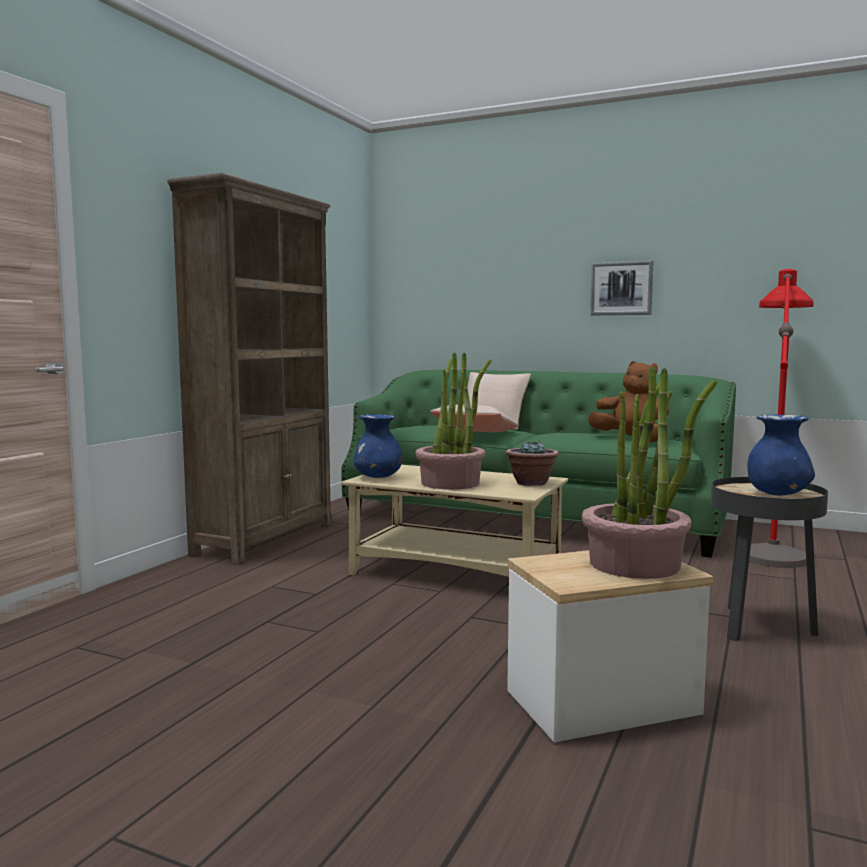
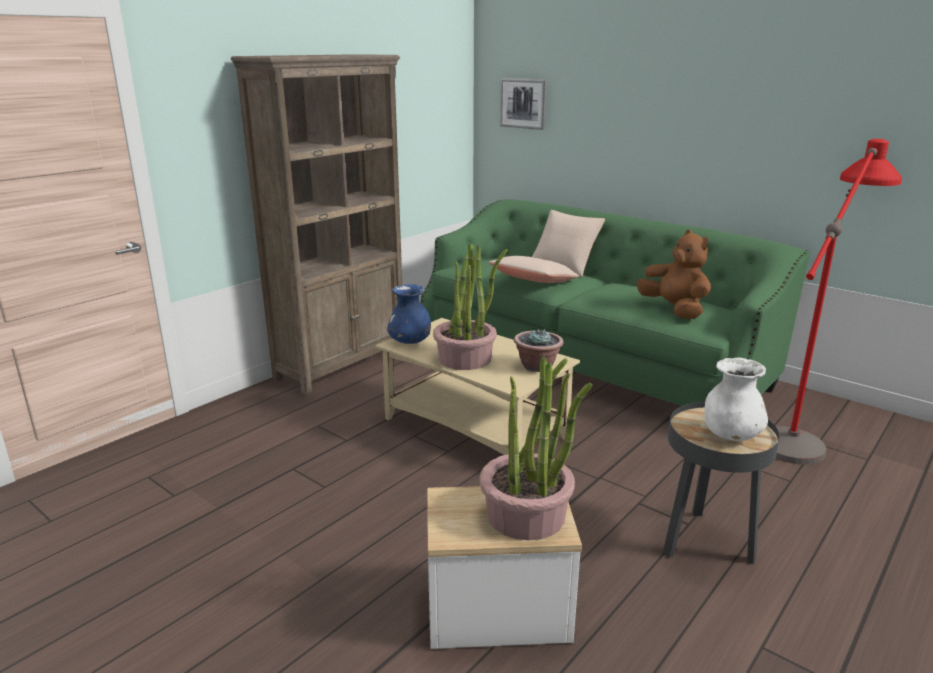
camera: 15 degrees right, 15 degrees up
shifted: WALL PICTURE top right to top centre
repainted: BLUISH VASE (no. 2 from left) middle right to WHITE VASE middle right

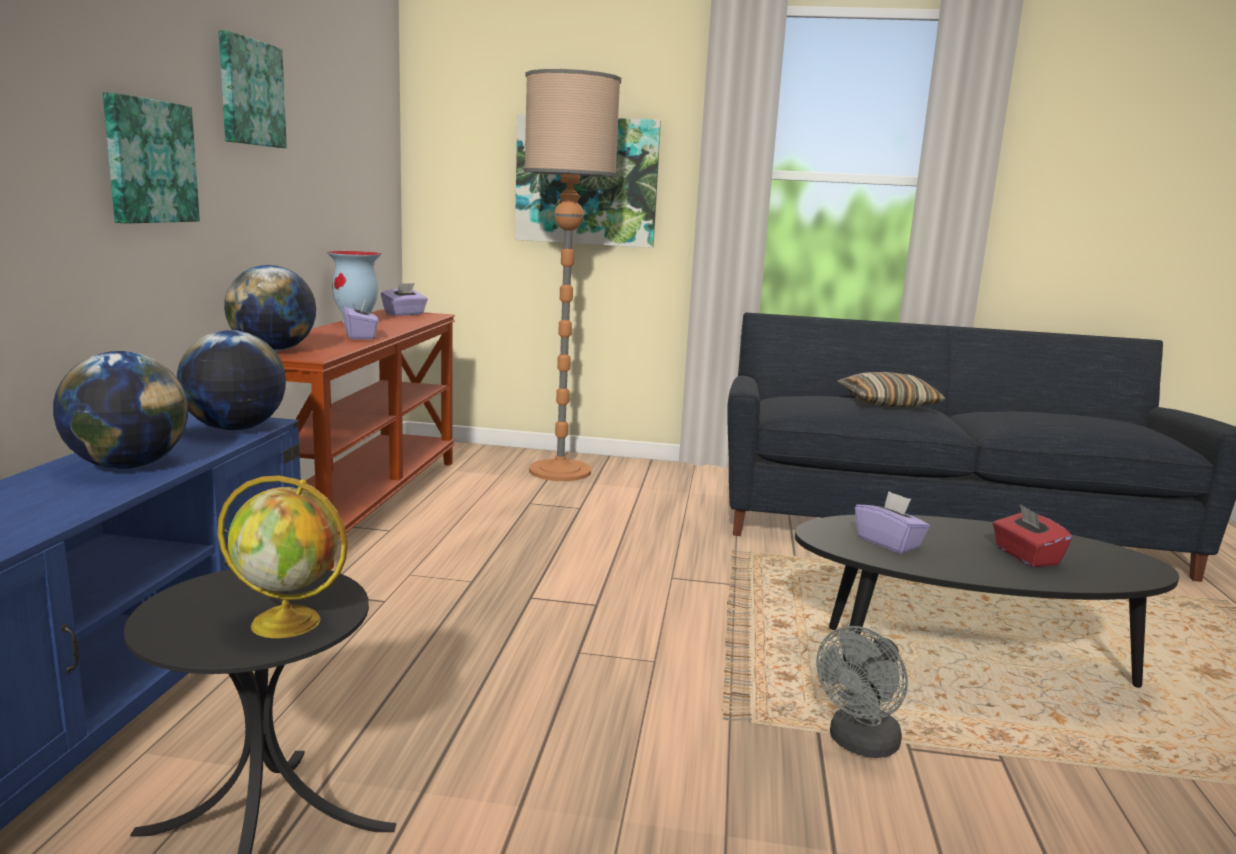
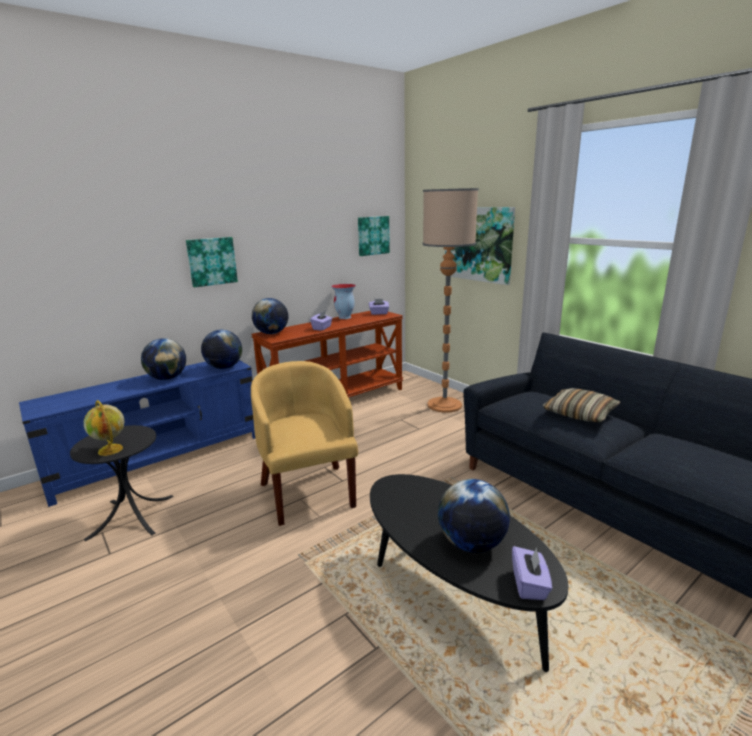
camera: 45 degrees right, 5 degrees up
gone: GRAY FAN bottom right
new: YELLOWISH EASY CHAIR centre
shifted: WALL PICTURE (no. 2 from left) top left to top centre; PURPLE TISSUE HOLDER (no. 3 from left) middle right to bottom right
swapped: RED TISSUE HOLDER middle right to GLOBE (no. 5 from left) bottom centre

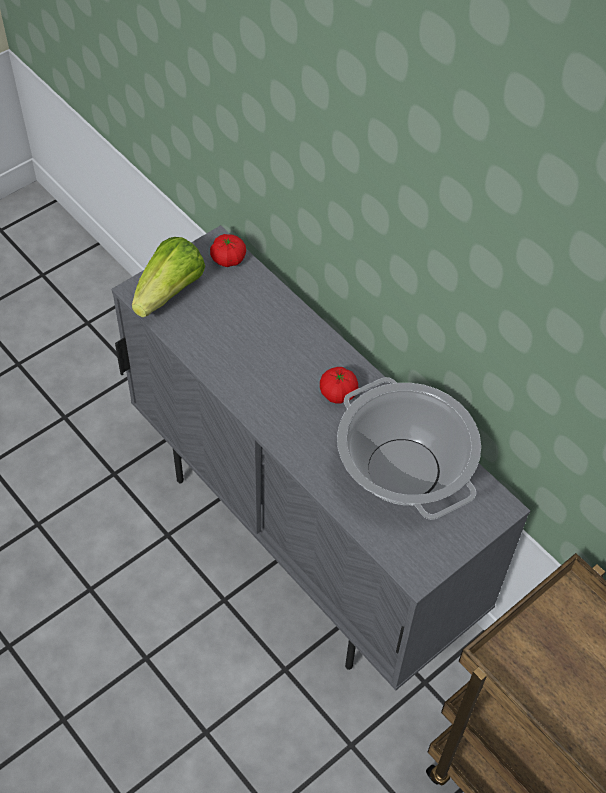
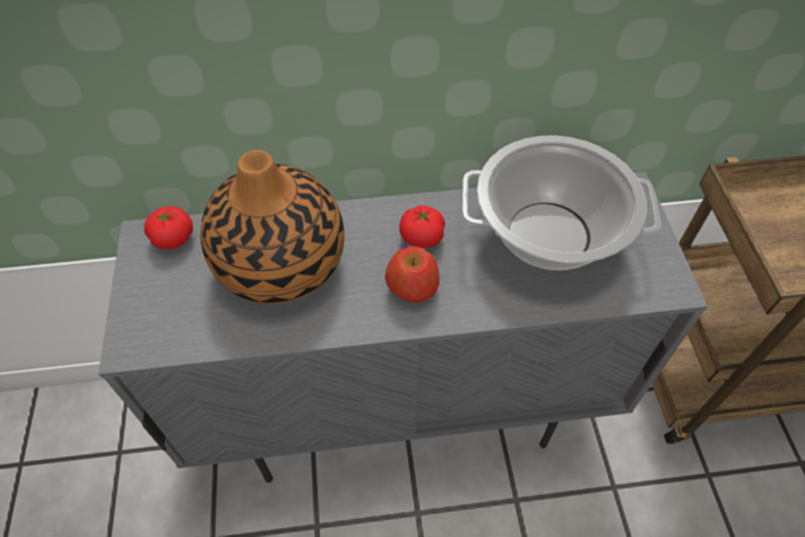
camera: 55 degrees left, 0 degrees up
gone: HEAD OF LETTUCE middle left
new: VASE centre; APPLE centre

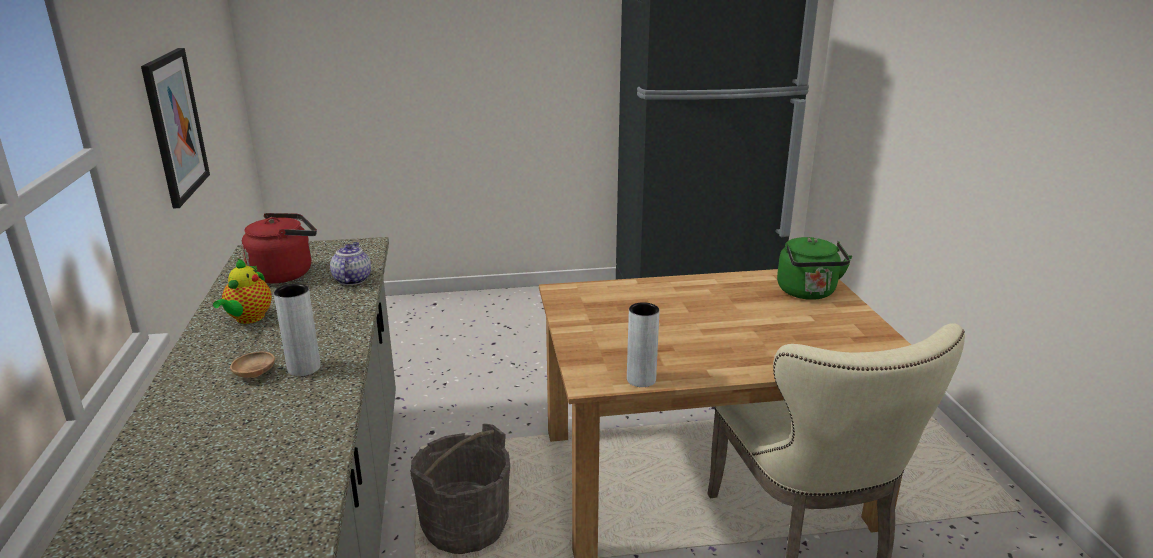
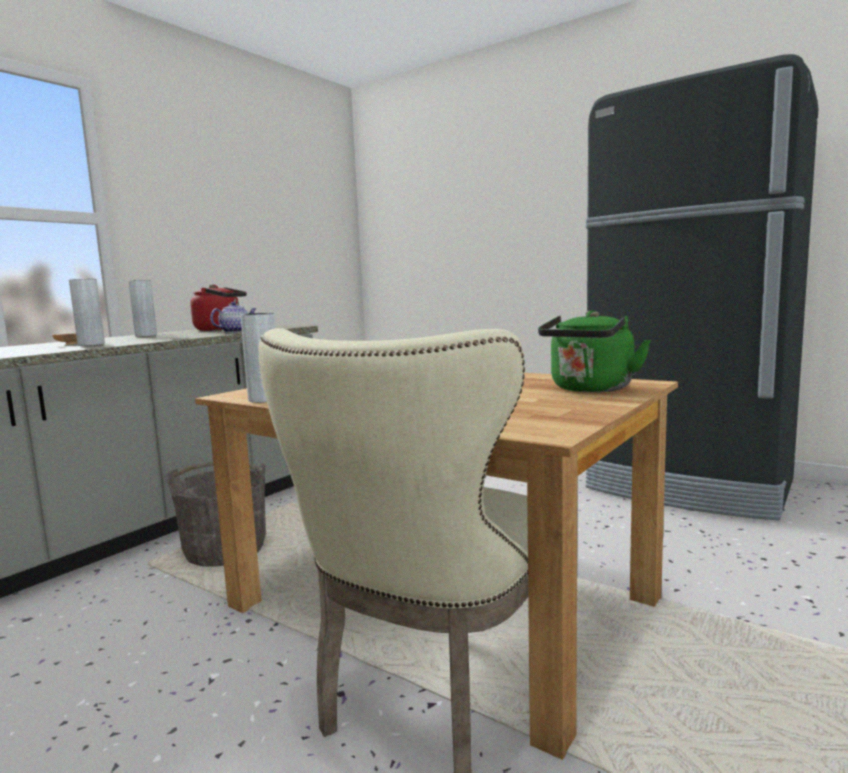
camera: 45 degrees right, 15 degrees down
gone: WALL PICTURE top left
swapped: POT FOR TEA (no. 1 from left) middle left to GRAY VASE (no. 2 from left) middle left

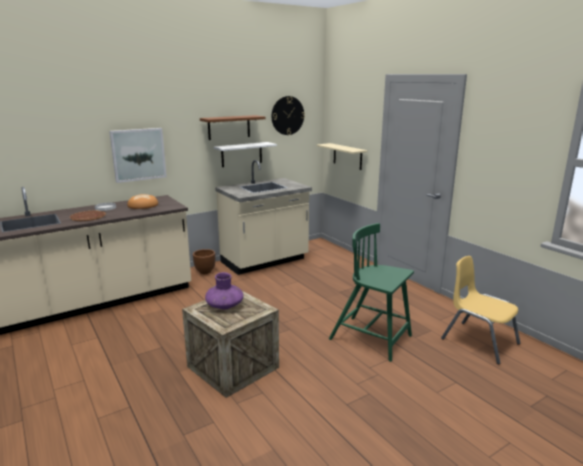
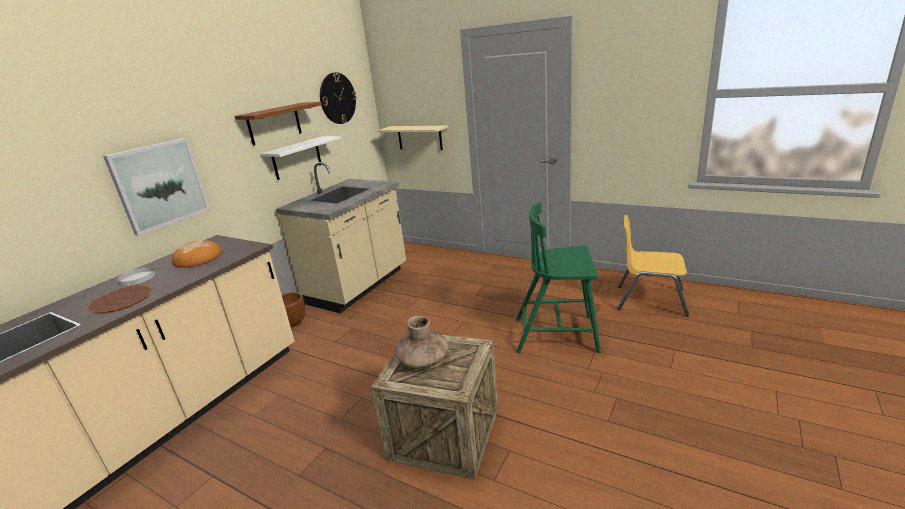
camera: 25 degrees left, 5 degrees up
repainted: PURPLE VASE centre to BROWN VASE bottom centre

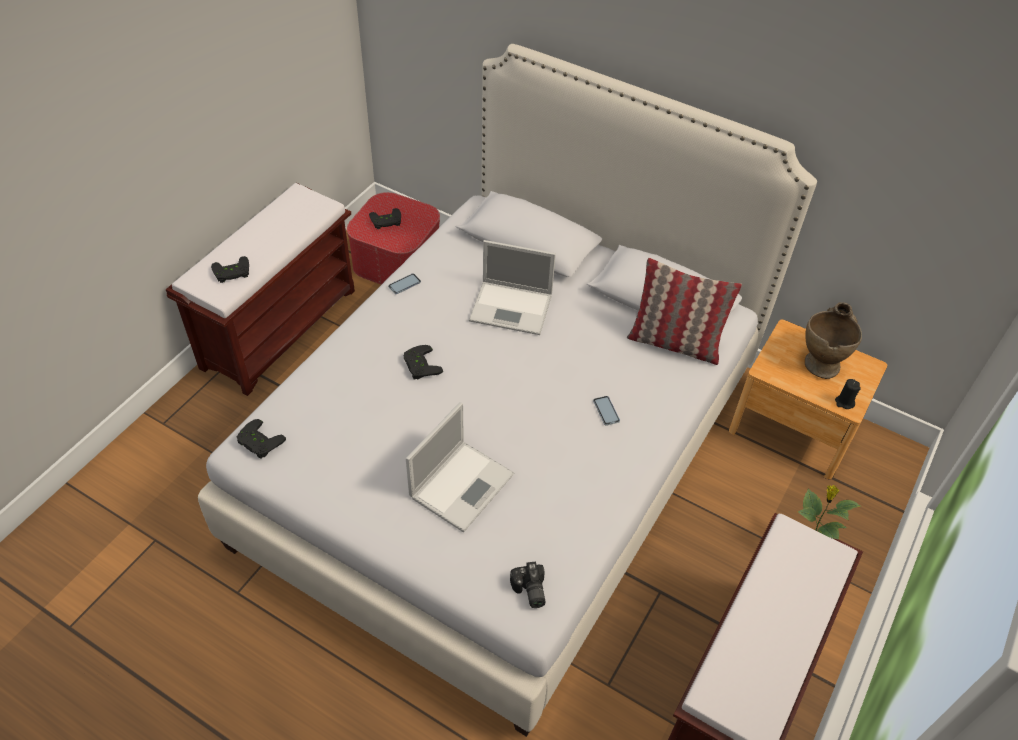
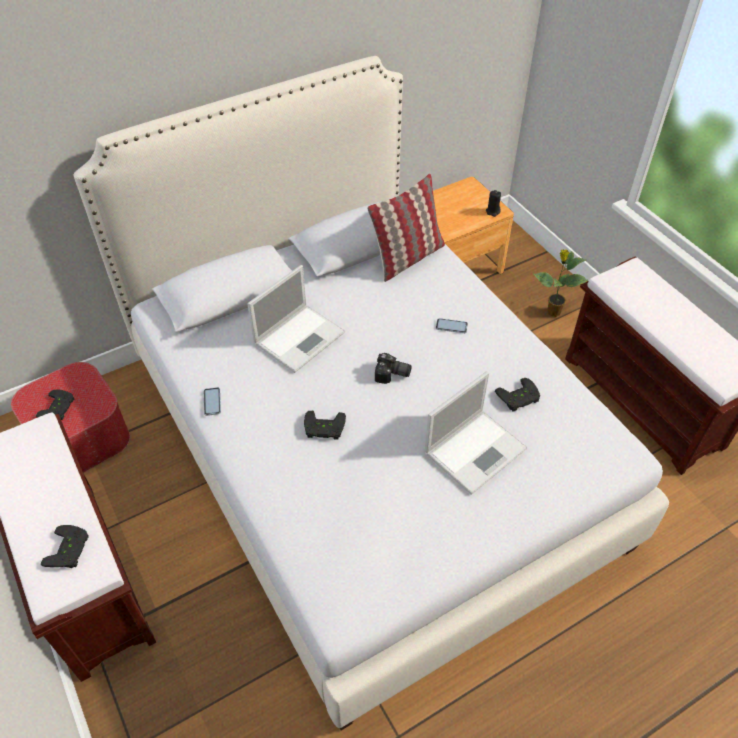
camera: 60 degrees left, 0 degrees up
gone: BEIGE-COLOURED VASE middle right
shifted: PHOTO CAMERA bottom centre to centre; BLACK GAMEPAD (no. 2 from left in the first image) middle left to BLACK GAMEPAD (no. 4 from left) middle right
rotated: PORTABLE COMPUTER (no. 1 from left in the first image) centre = centre 75 degrees clockwise

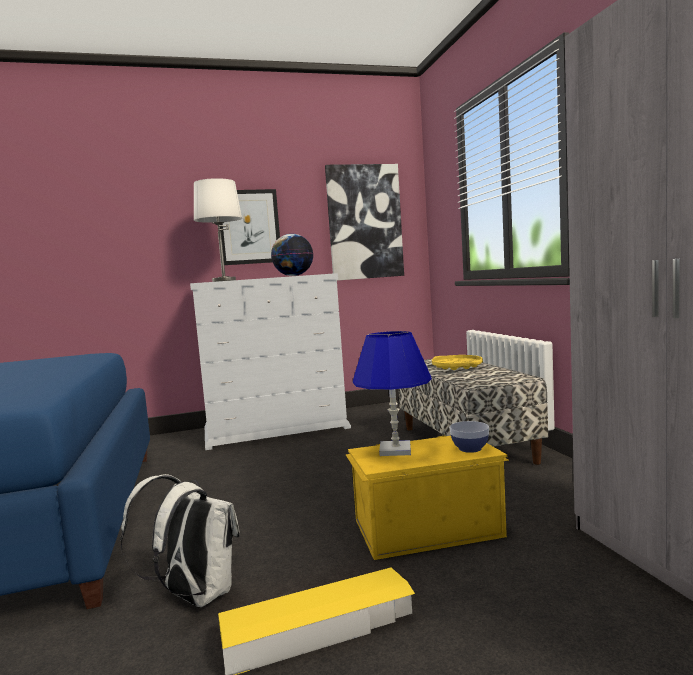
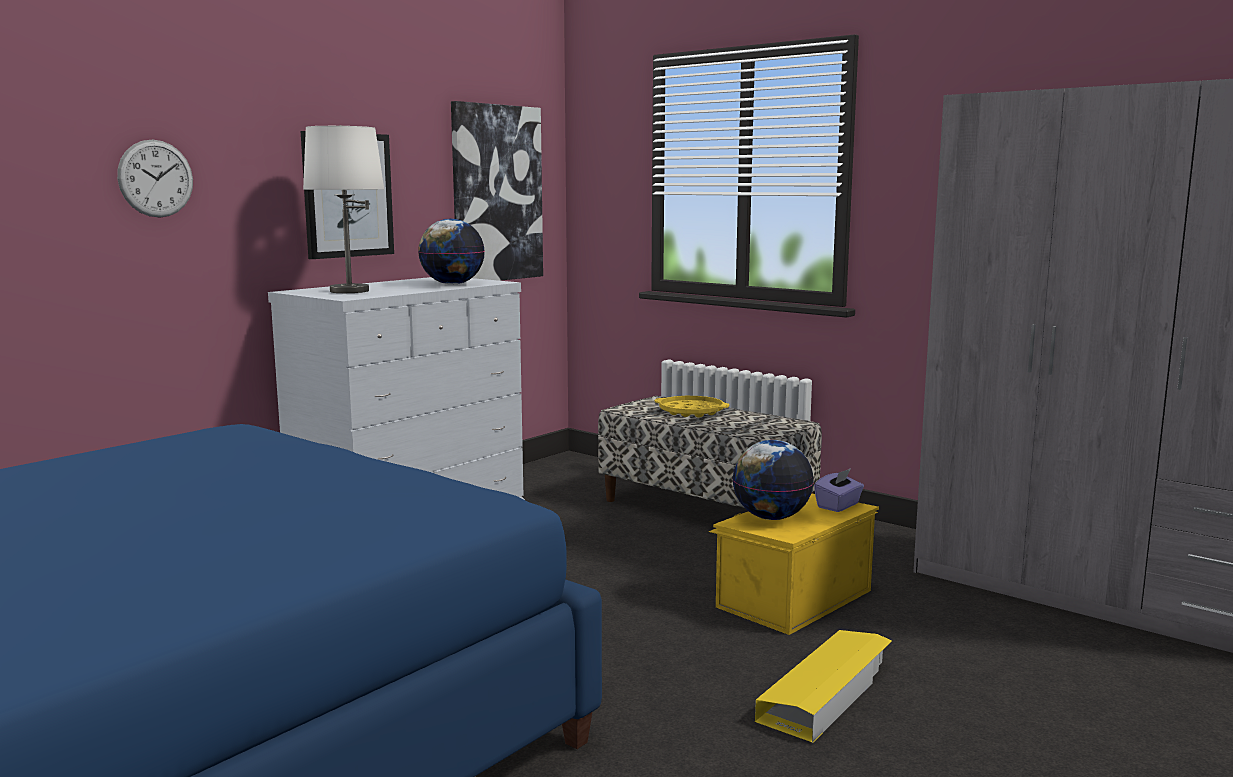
camera: 35 degrees left, 5 degrees up
gone: WHITE RUCKSACK bottom left
new: HANGING CLOCK top left
swapped: BLUISH TABLETOP LAMP centre to GLOBE (no. 2 from left) centre; DEEP DISH middle right to PURPLE TISSUE HOLDER middle right

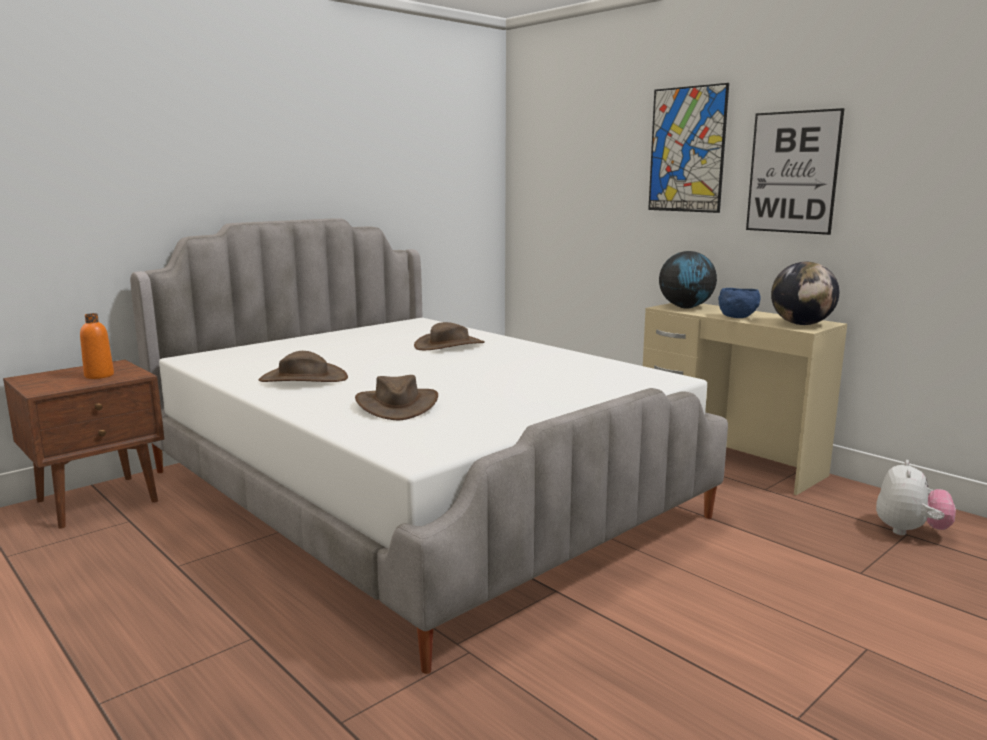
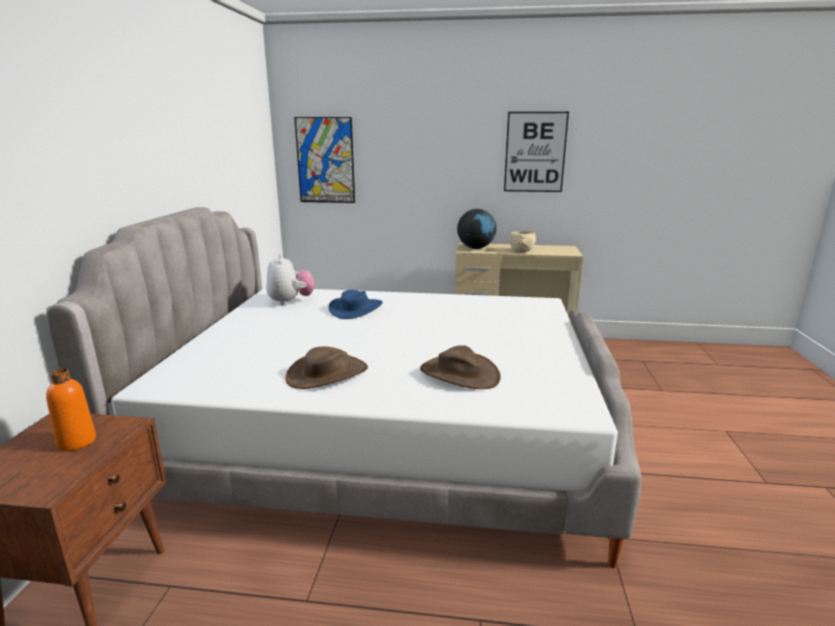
camera: 40 degrees left, 5 degrees up
gone: GLOBE (no. 2 from left) middle right
shifted: CUDDLY TOY bottom right to centre; WALL PICTURE (no. 1 from left) top right to top centre
repainted: BROWN CLOTHING HAT (no. 3 from left) centre to BLUISH CLOTHING HAT centre; BLUISH DEEP DISH middle right to BEIGE-COLOURED DEEP DISH centre

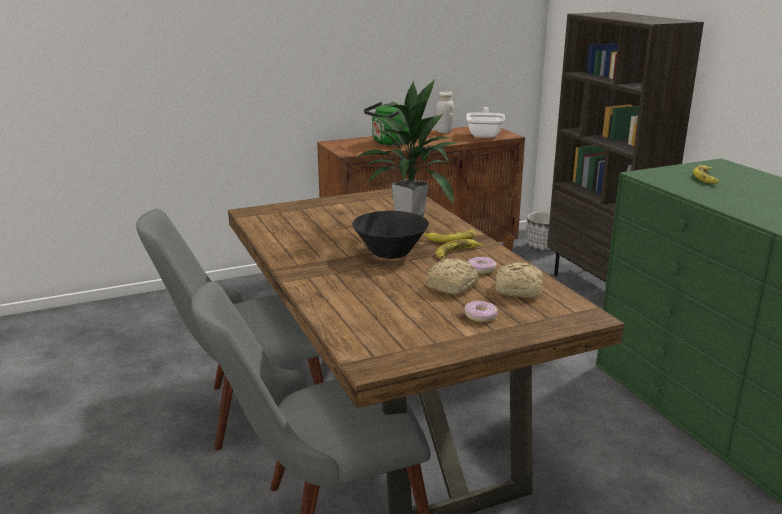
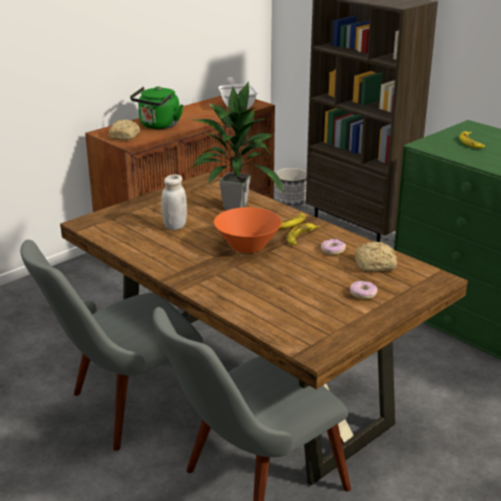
camera: 20 degrees left, 5 degrees up
shifted: BAKED BREAD (no. 1 from left) centre to top left; WHITE JAR top centre to centre
repainted: BLACK DEEP DISH centre to ORANGE DEEP DISH centre

